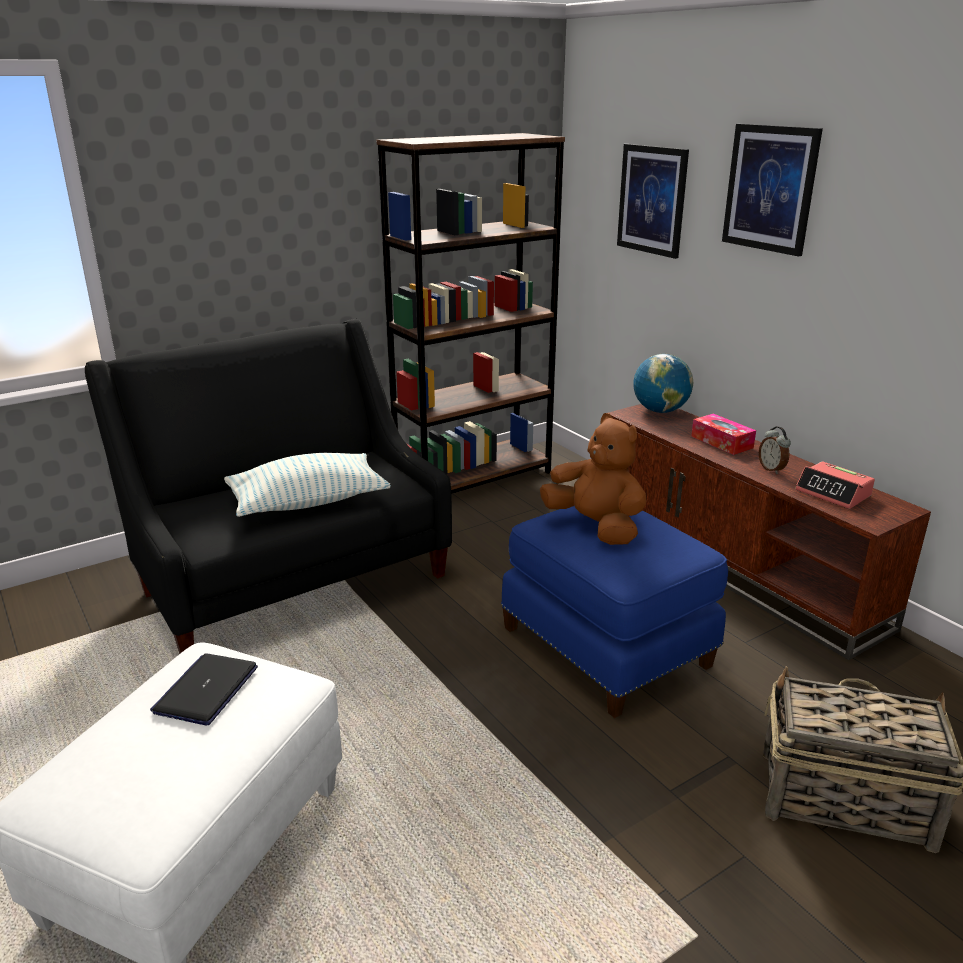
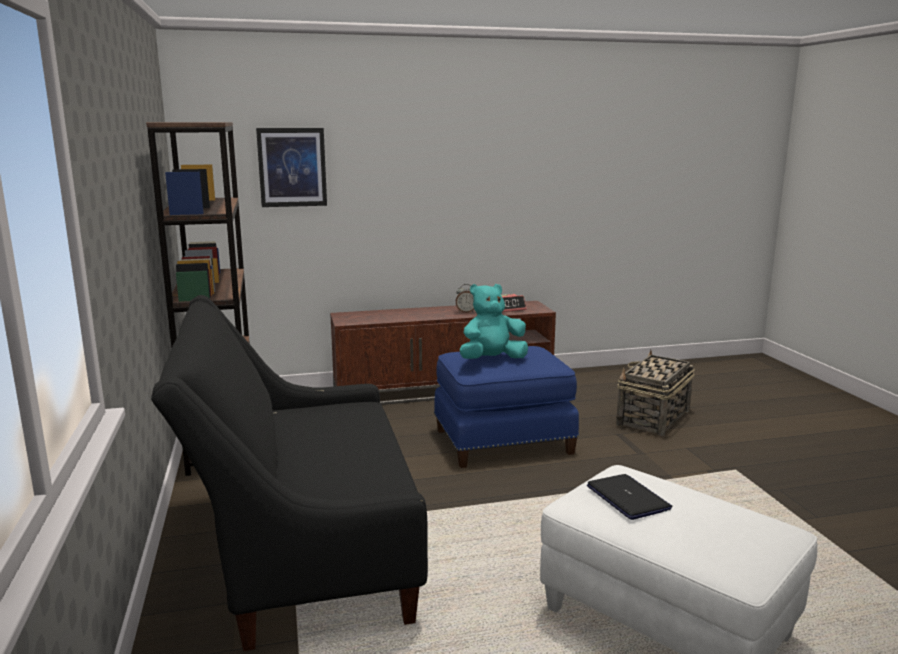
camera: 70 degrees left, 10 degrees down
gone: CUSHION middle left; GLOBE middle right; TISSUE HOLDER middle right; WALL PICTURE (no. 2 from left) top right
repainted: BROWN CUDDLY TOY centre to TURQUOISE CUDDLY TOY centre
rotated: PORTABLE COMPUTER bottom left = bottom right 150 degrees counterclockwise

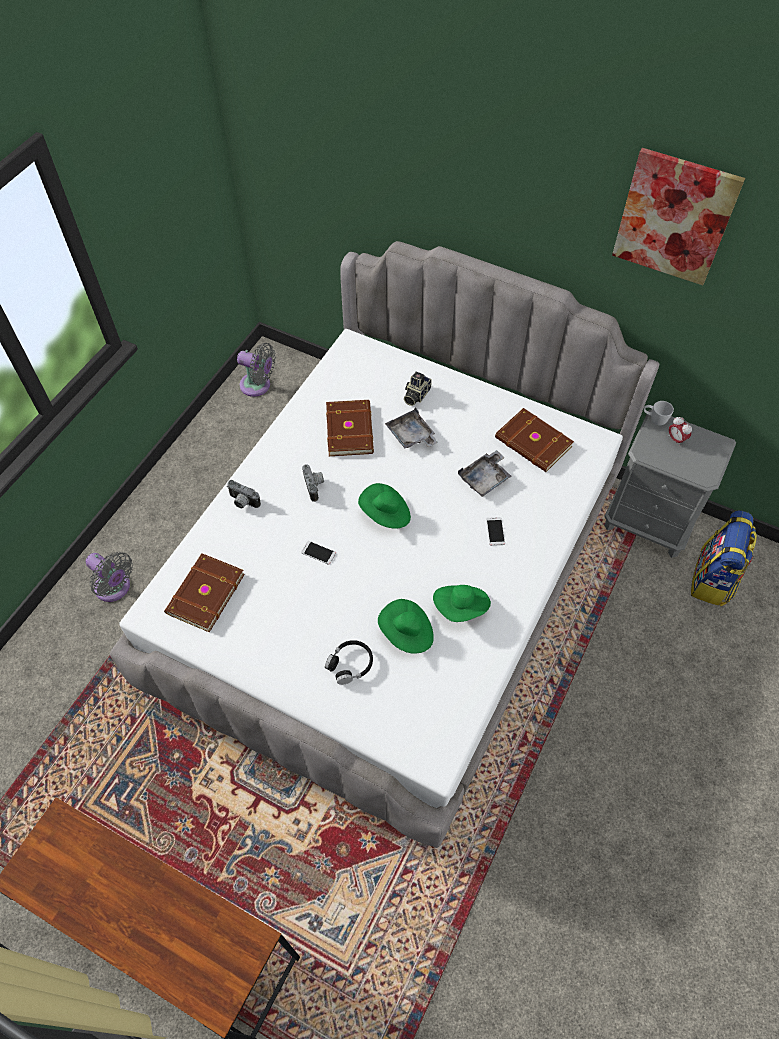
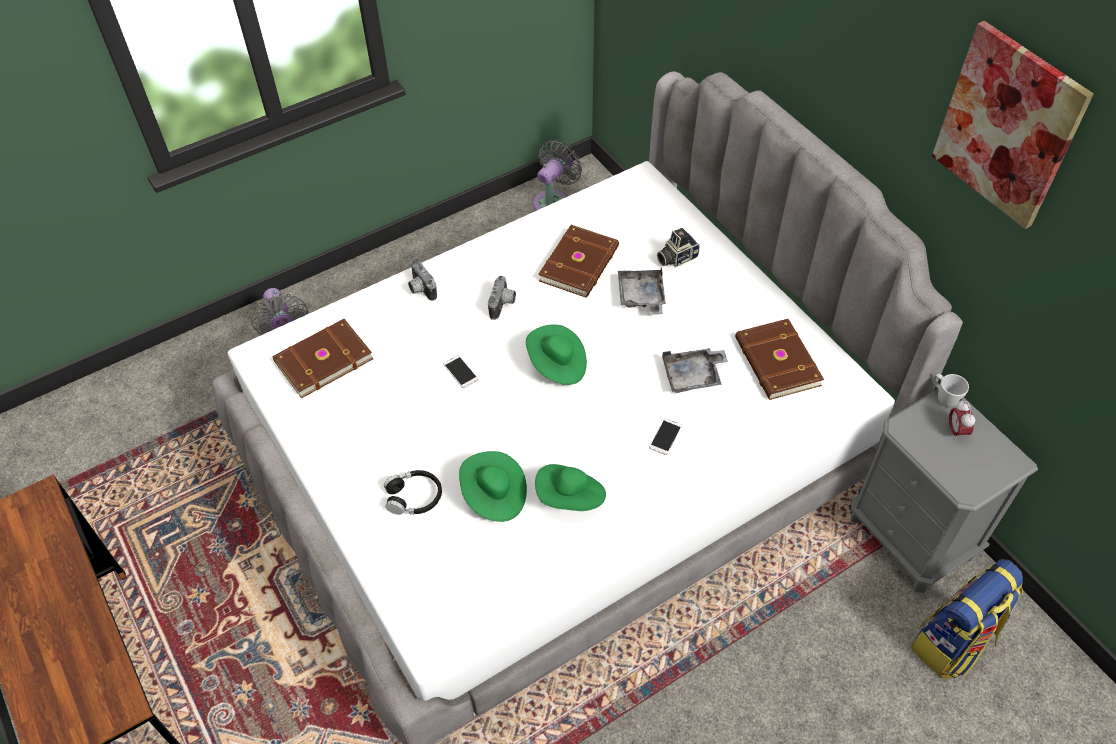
camera: 30 degrees right, 5 degrees down
rotated: GRAY FAN (no. 2 from left) middle left = top centre 105 degrees counterclockwise

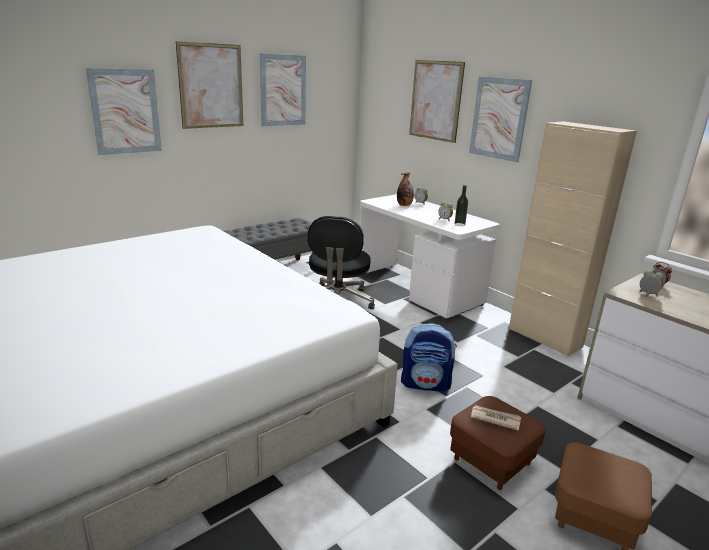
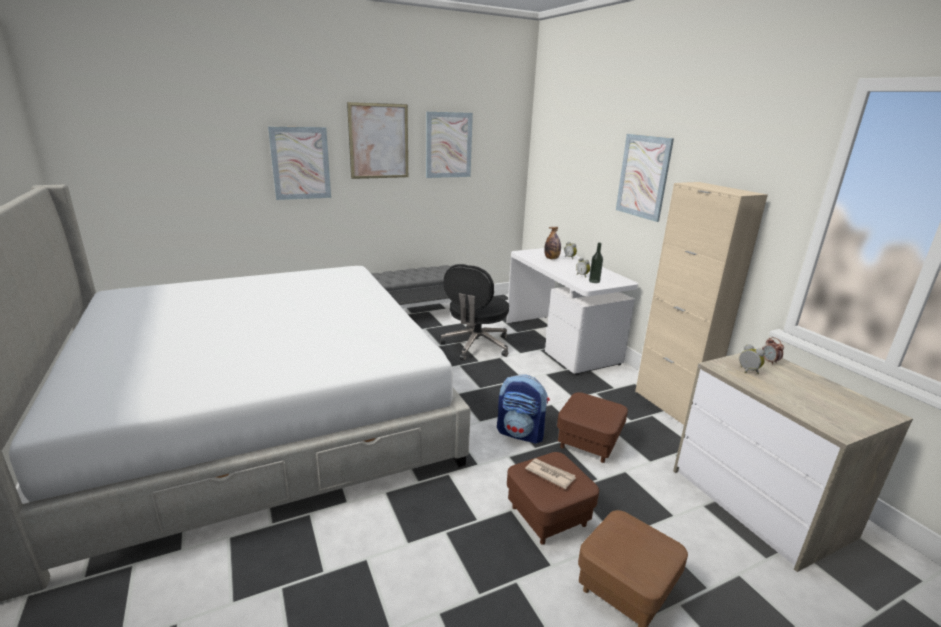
camera: 15 degrees right, 0 degrees up
gone: WALL PICTURE (no. 4 from left) top centre
new: BROWN OTTOMAN (no. 2 from left) bottom centre

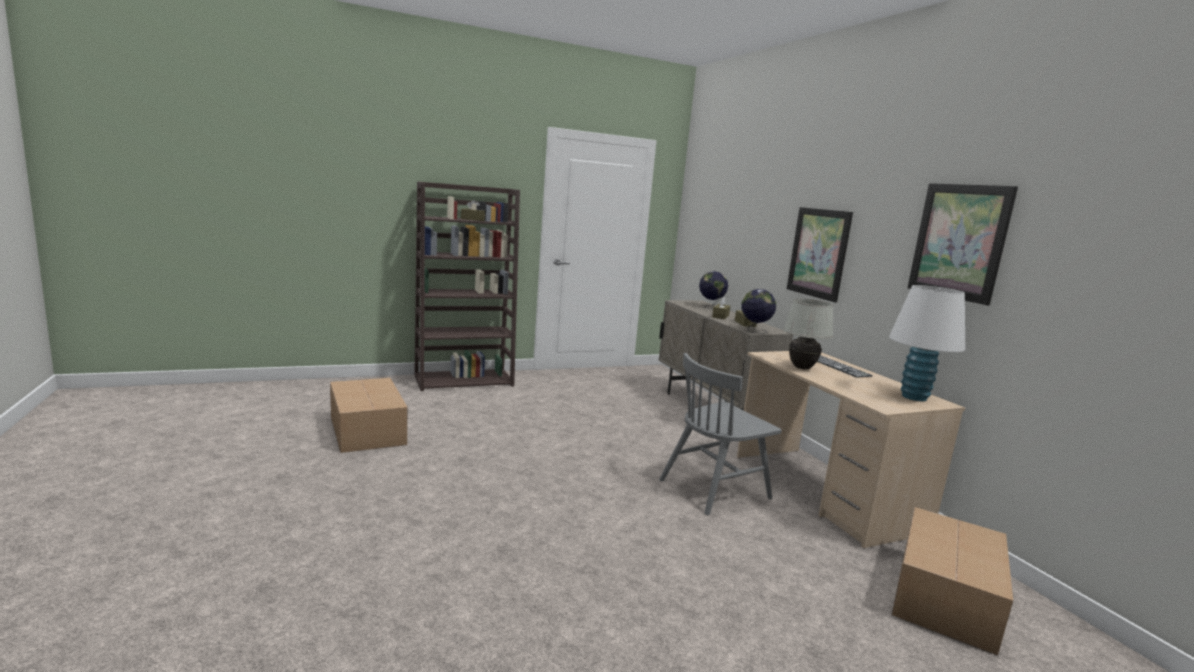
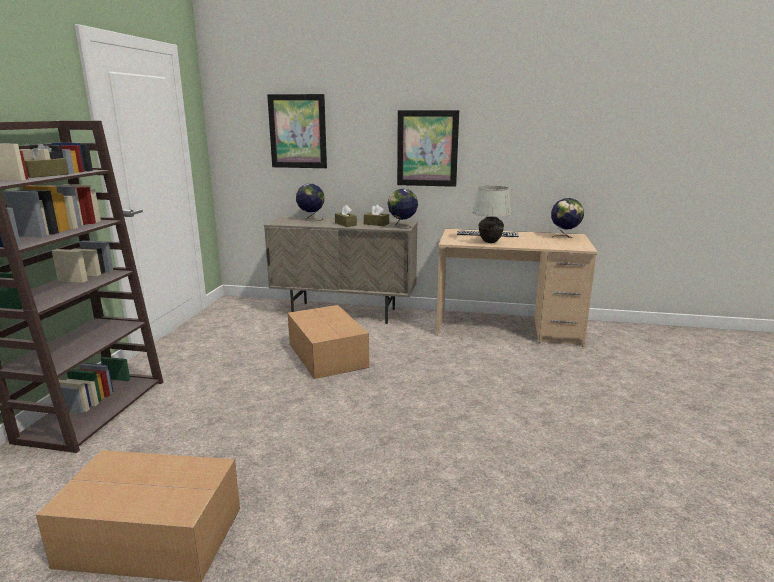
camera: 55 degrees left, 5 degrees up
gone: GRAY UPRIGHT CHAIR centre
shifted: WALL PICTURE (no. 2 from left in the first image) middle right to WALL PICTURE (no. 1 from left) top centre; CARDBOARD BOX (no. 2 from left) bottom right to centre
swapped: WHITE TABLETOP LAMP (no. 2 from left) middle right to GLOBE (no. 3 from left) middle right

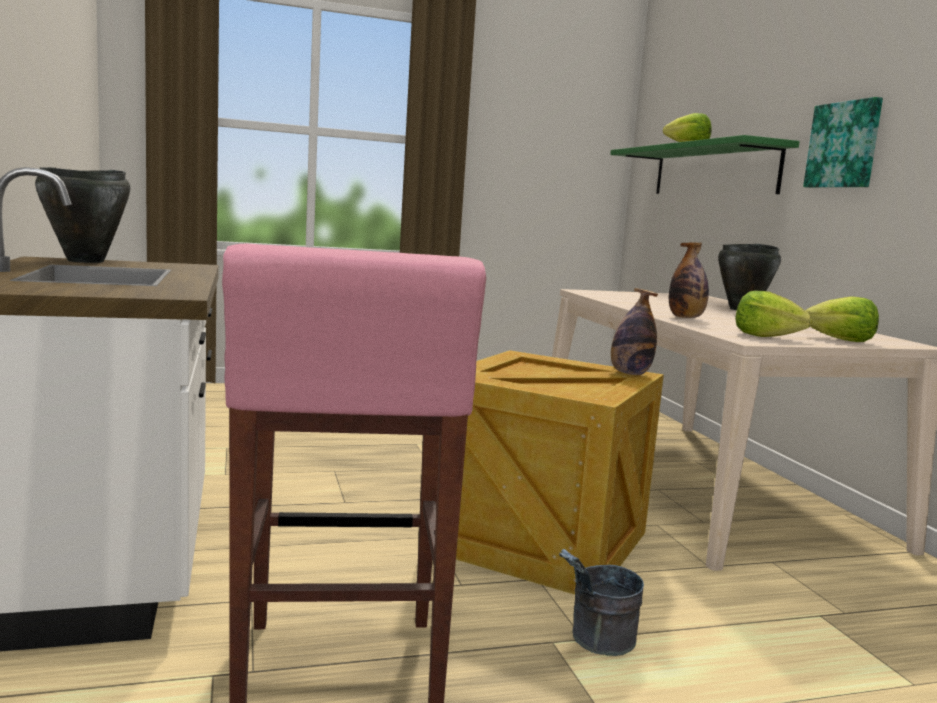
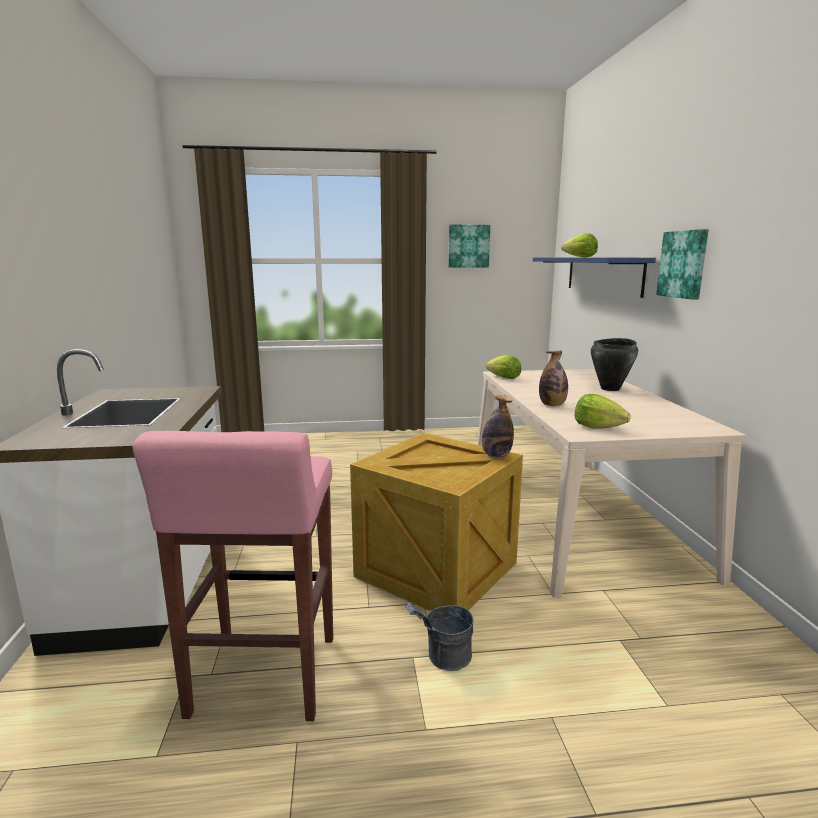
camera: 10 degrees right, 5 degrees up
gone: BLACK SAUCEPOT (no. 1 from left) top left
new: WALL PICTURE (no. 1 from left) top centre
shifted: HEAD OF LETTUCE (no. 3 from left in the first image) middle right to HEAD OF LETTUCE (no. 1 from left) centre
repainted: GREEN-COLOURED BRACKET SHELF top right to BLUISH BRACKET SHELF middle right

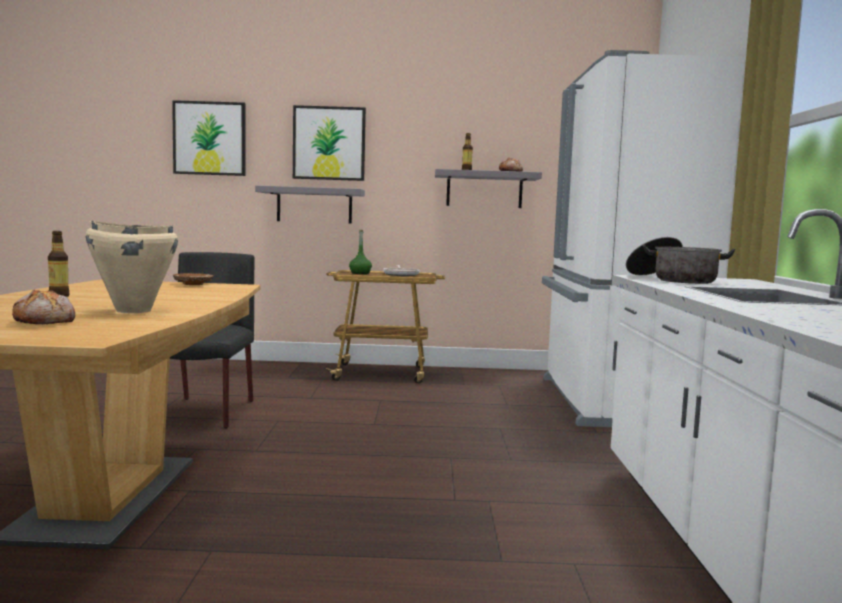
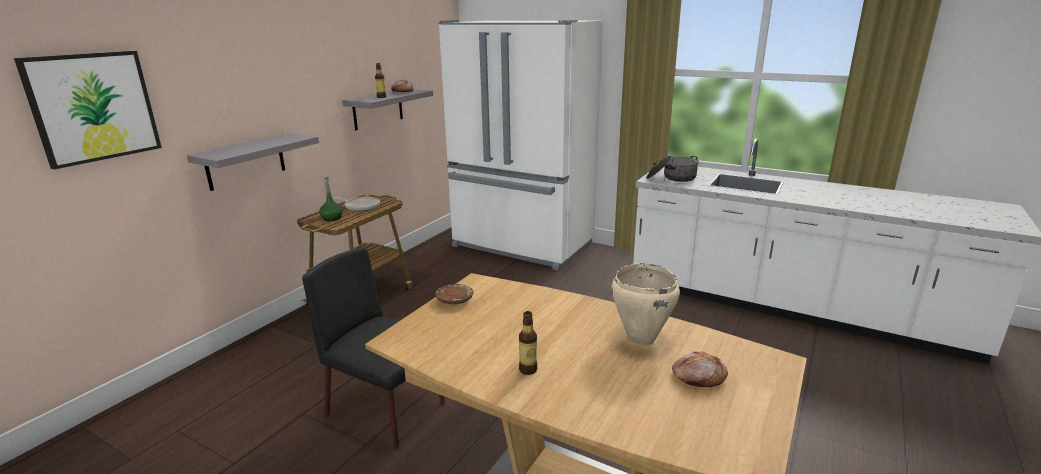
camera: 60 degrees left, 15 degrees up
gone: WALL PICTURE (no. 2 from left) top centre

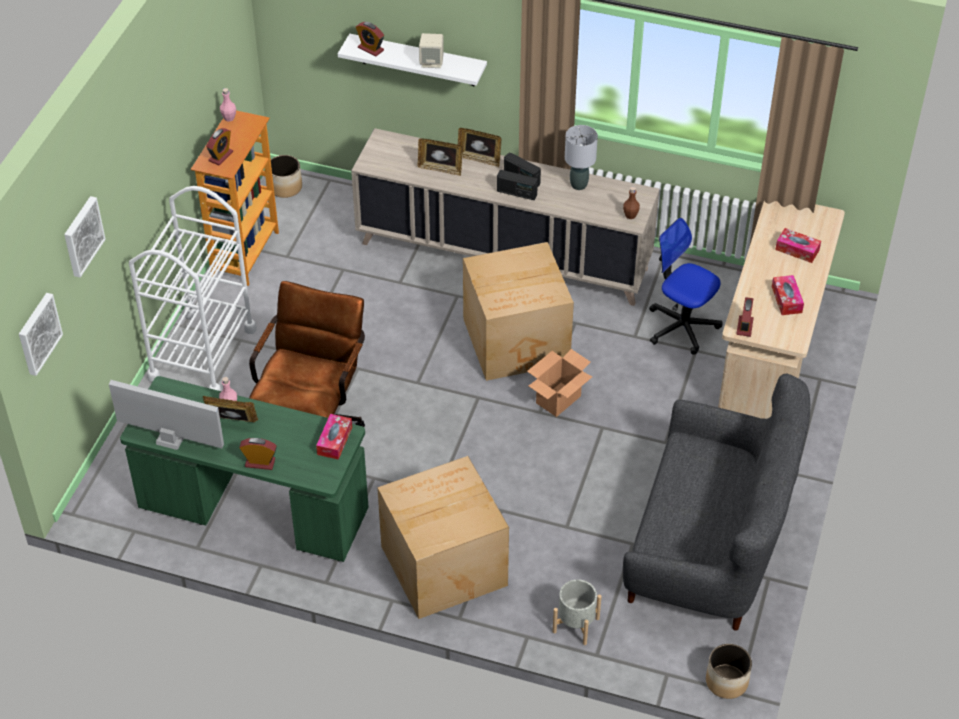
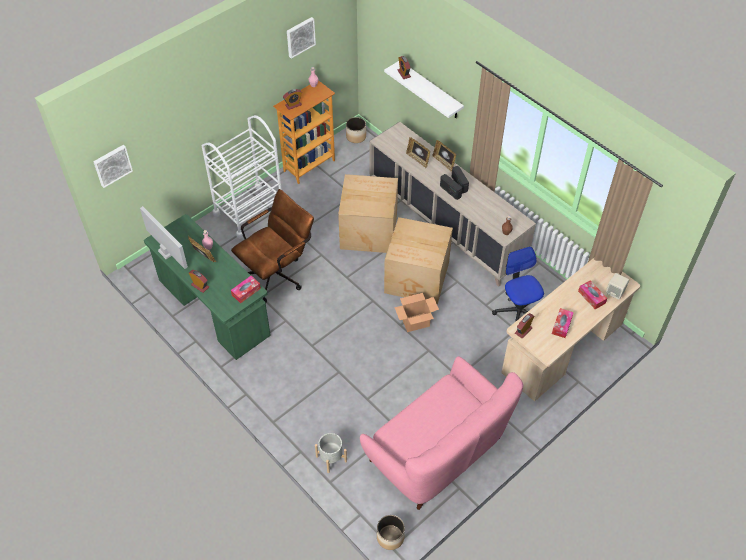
camera: 30 degrees right, 5 degrees up
gone: GRAY TABLETOP LAMP top centre
shifted: WALL PICTURE (no. 2 from left) top left to top centre; CARDBOARD BOX (no. 1 from left) bottom centre to centre; BEIGE-COLOURED AUDIO SPEAKER top centre to middle right
repainted: GRAY SETTEE bottom right to PINK SETTEE bottom centre

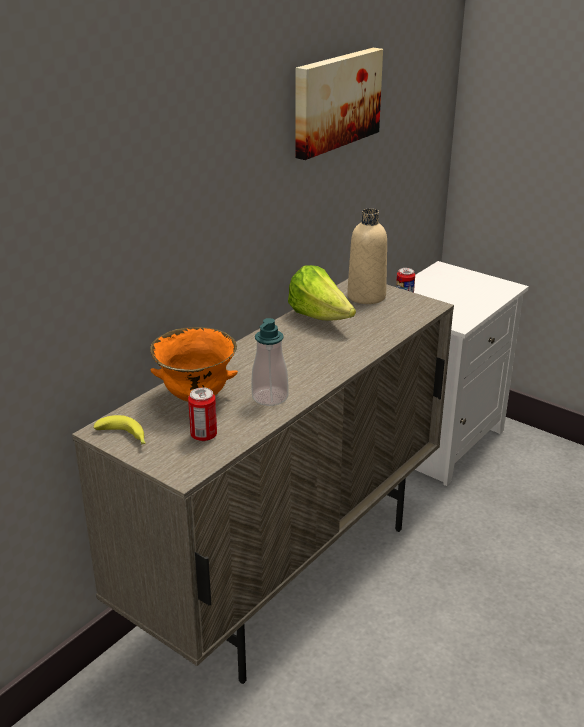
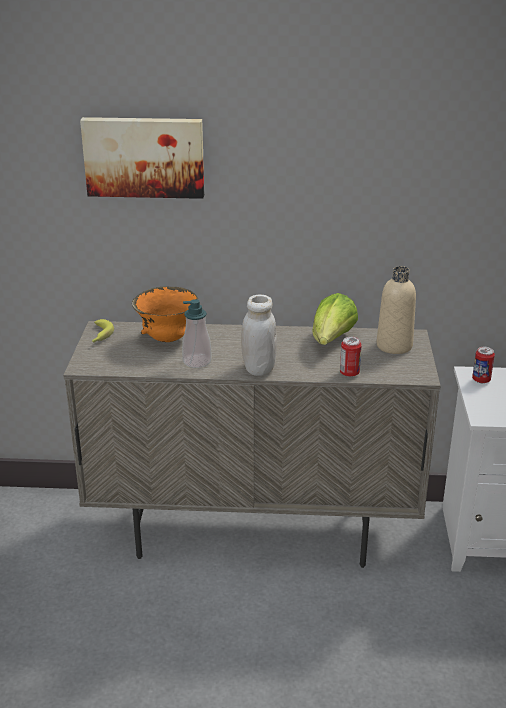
camera: 55 degrees right, 0 degrees up
new: WHITE JAR centre
shifted: WALL PICTURE top centre to top left; METAL CAN (no. 1 from left) centre to middle right

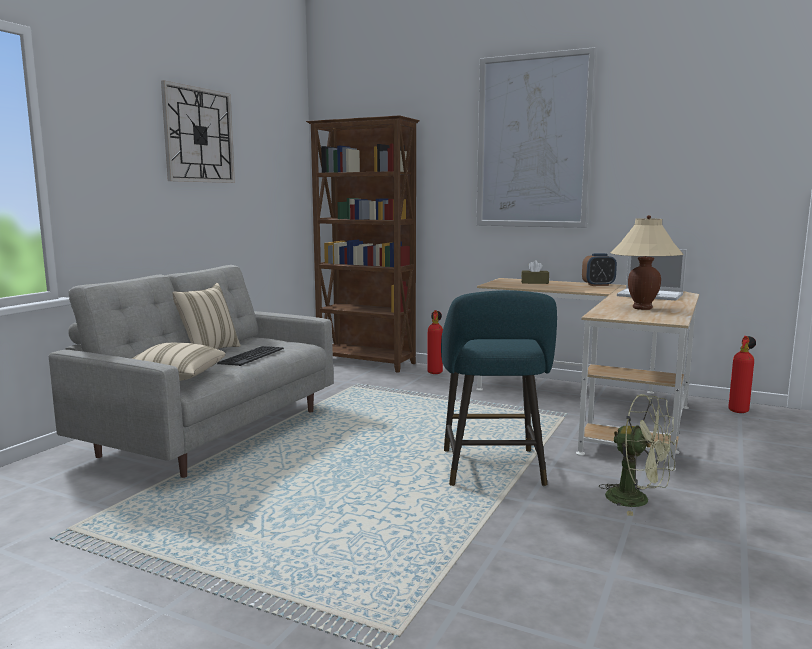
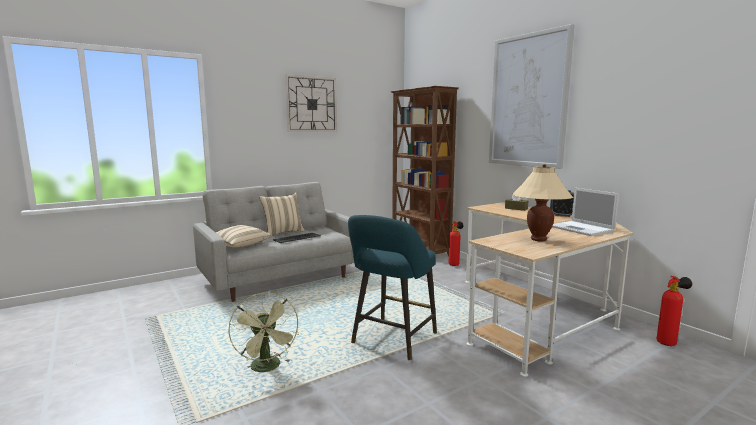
camera: 30 degrees right, 0 degrees up
shifted: GREEN-COLOURED FAN bottom right to bottom centre

